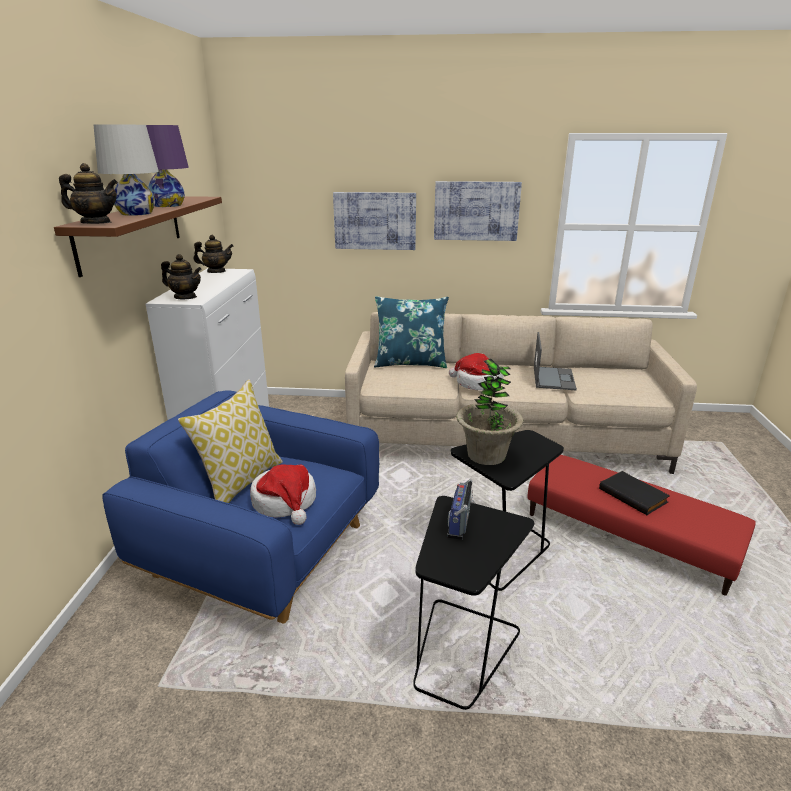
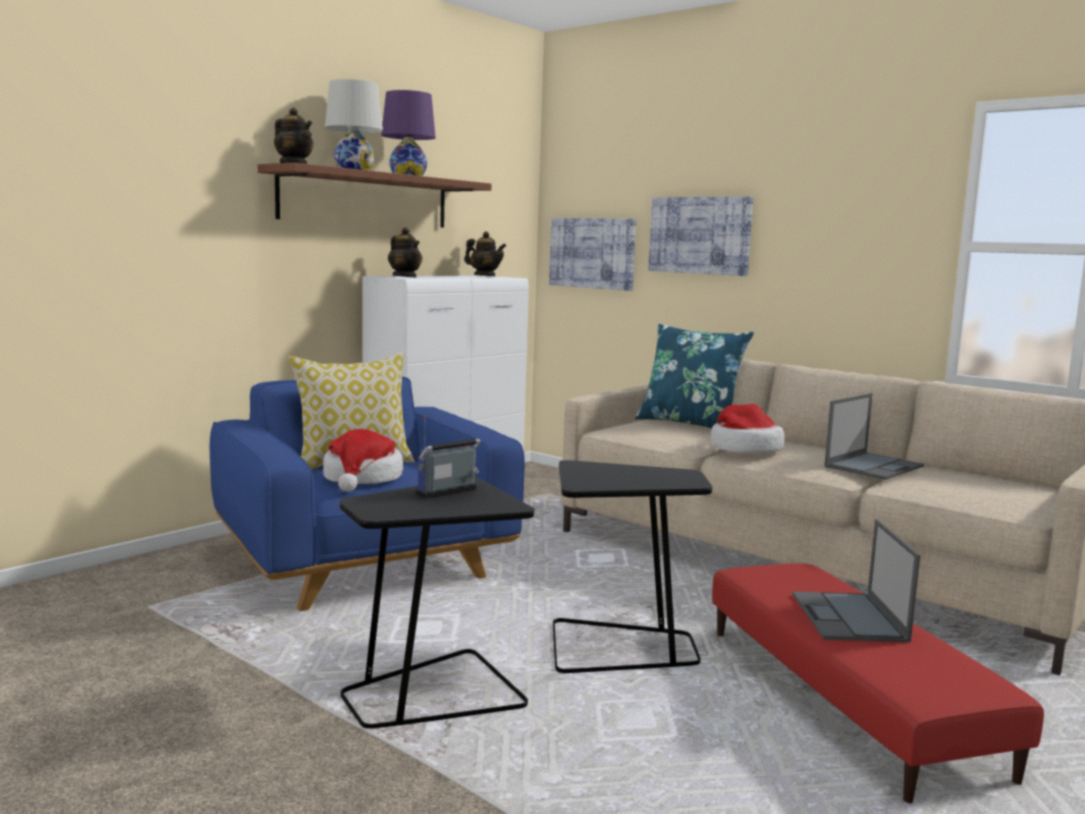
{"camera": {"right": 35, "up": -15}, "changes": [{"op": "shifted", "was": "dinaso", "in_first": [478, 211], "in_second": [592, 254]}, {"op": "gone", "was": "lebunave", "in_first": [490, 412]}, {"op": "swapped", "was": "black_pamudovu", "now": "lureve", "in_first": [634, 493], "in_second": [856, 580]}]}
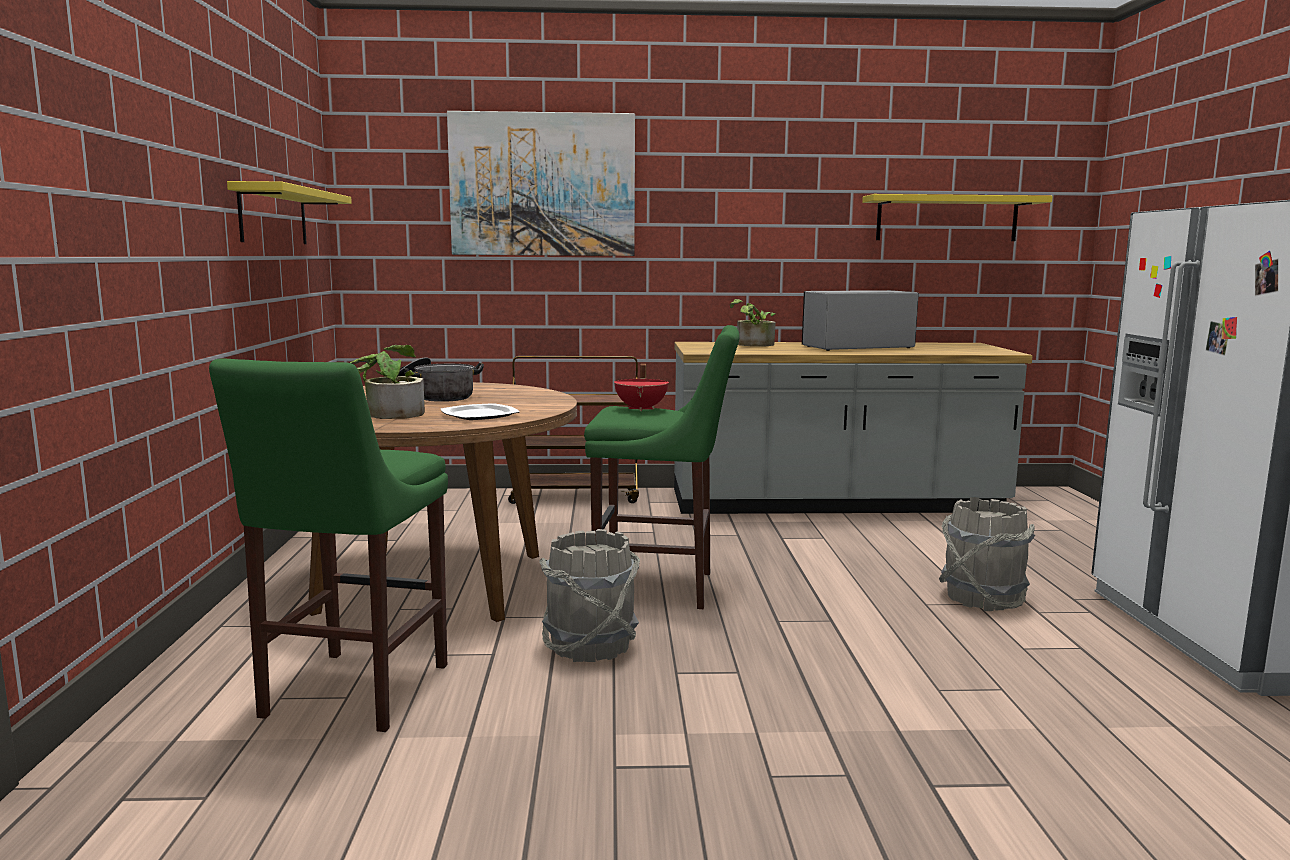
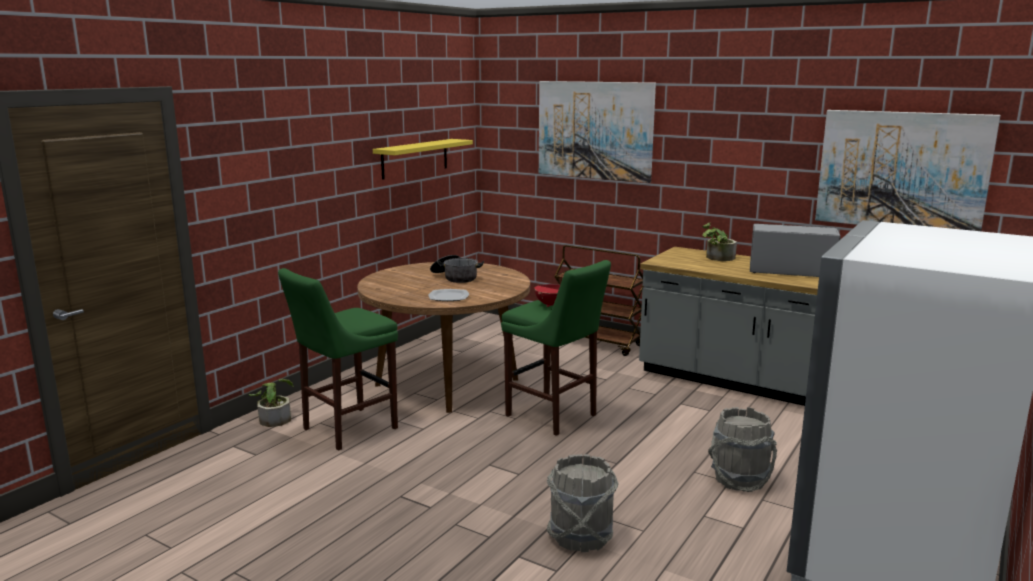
{"camera": {"right": 35, "up": 5}, "changes": [{"op": "swapped", "was": "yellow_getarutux", "now": "dinaso", "in_first": [957, 217], "in_second": [908, 170]}, {"op": "shifted", "was": "lebunave", "in_first": [387, 382], "in_second": [271, 403]}, {"op": "shifted", "was": "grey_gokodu", "in_first": [589, 595], "in_second": [583, 503]}]}
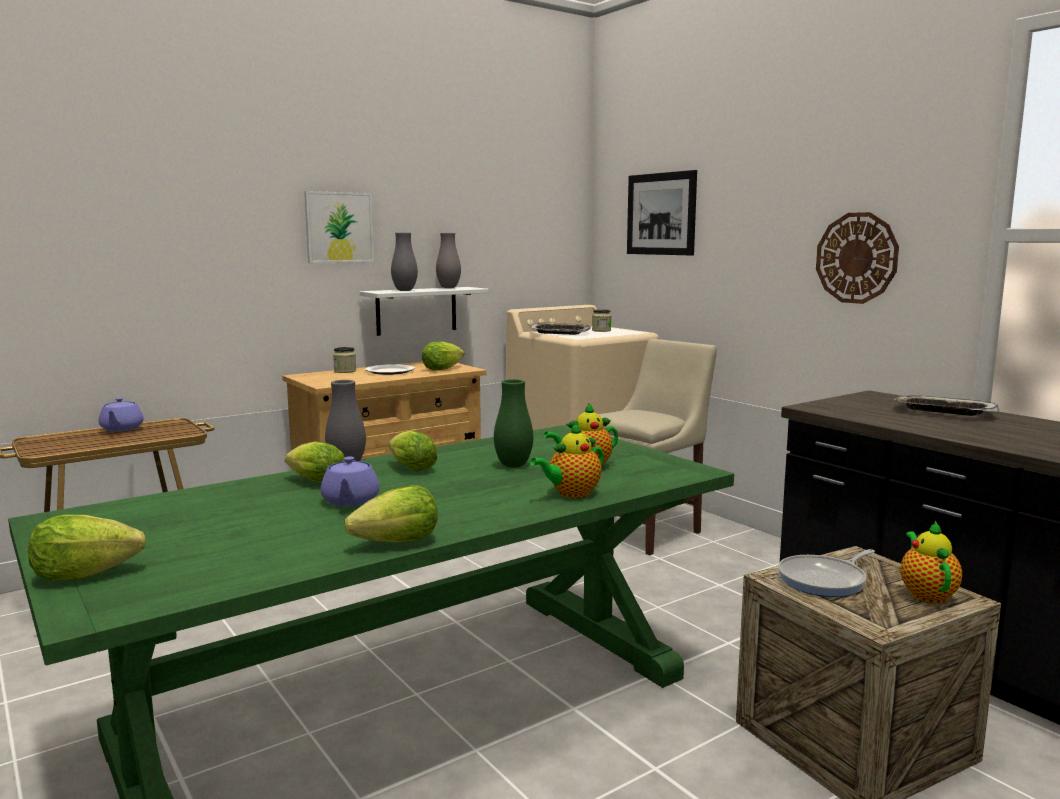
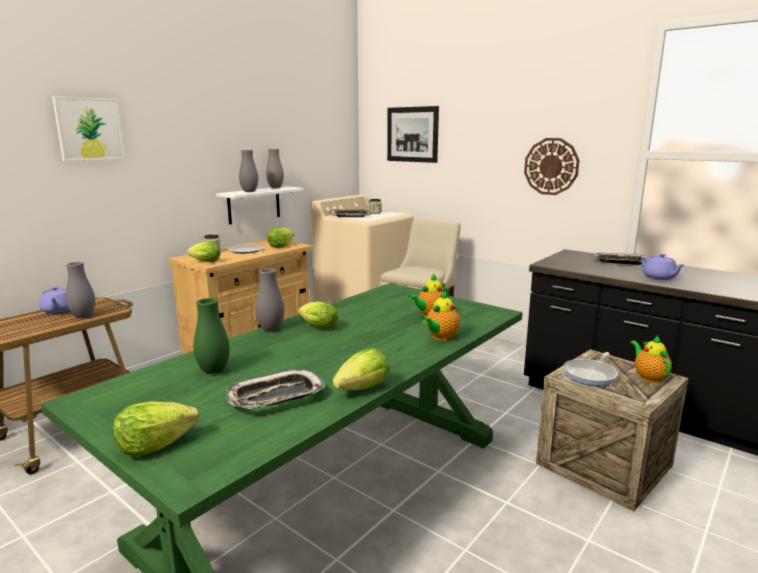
{"camera": {"right": -15, "up": 5}, "changes": [{"op": "shifted", "was": "dinaso", "in_first": [339, 227], "in_second": [88, 128]}, {"op": "shifted", "was": "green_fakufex", "in_first": [513, 423], "in_second": [211, 336]}, {"op": "shifted", "was": "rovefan", "in_first": [315, 462], "in_second": [204, 252]}, {"op": "shifted", "was": "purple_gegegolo", "in_first": [350, 481], "in_second": [663, 267]}, {"op": "new", "now": "grey_fakufex", "in_second": [80, 290]}, {"op": "new", "now": "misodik", "in_second": [276, 389]}]}
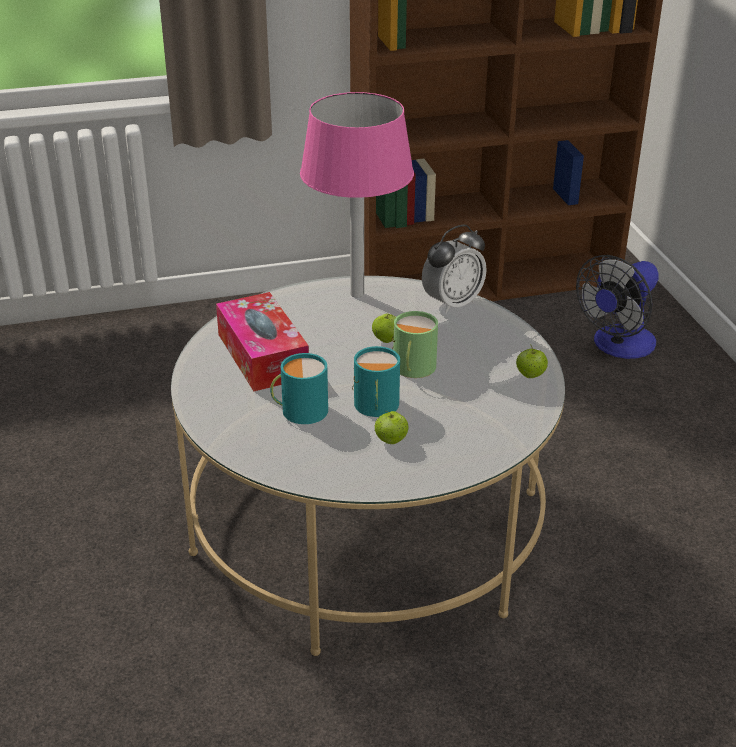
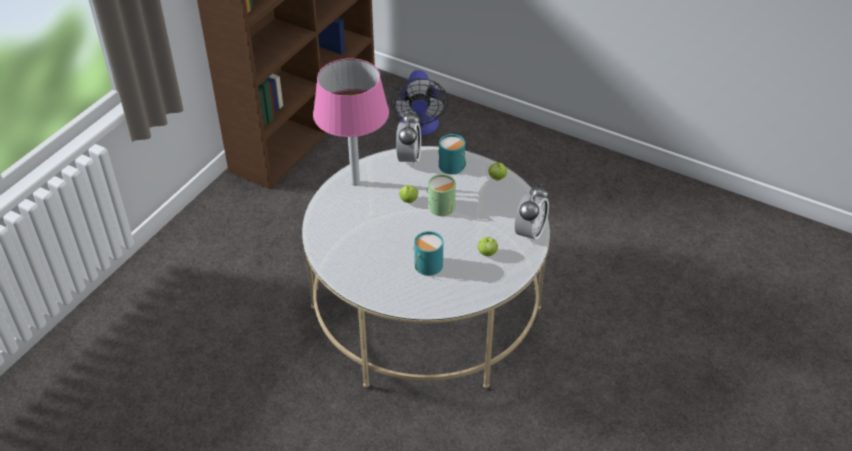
{"camera": {"right": -45, "up": 10}, "changes": [{"op": "gone", "was": "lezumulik", "in_first": [262, 341]}, {"op": "shifted", "was": "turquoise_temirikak", "in_first": [376, 381], "in_second": [452, 154]}, {"op": "new", "now": "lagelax", "in_second": [532, 214]}]}
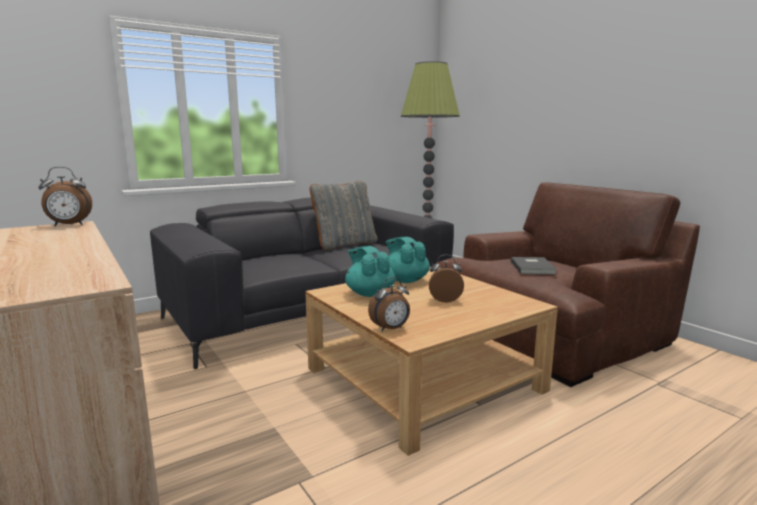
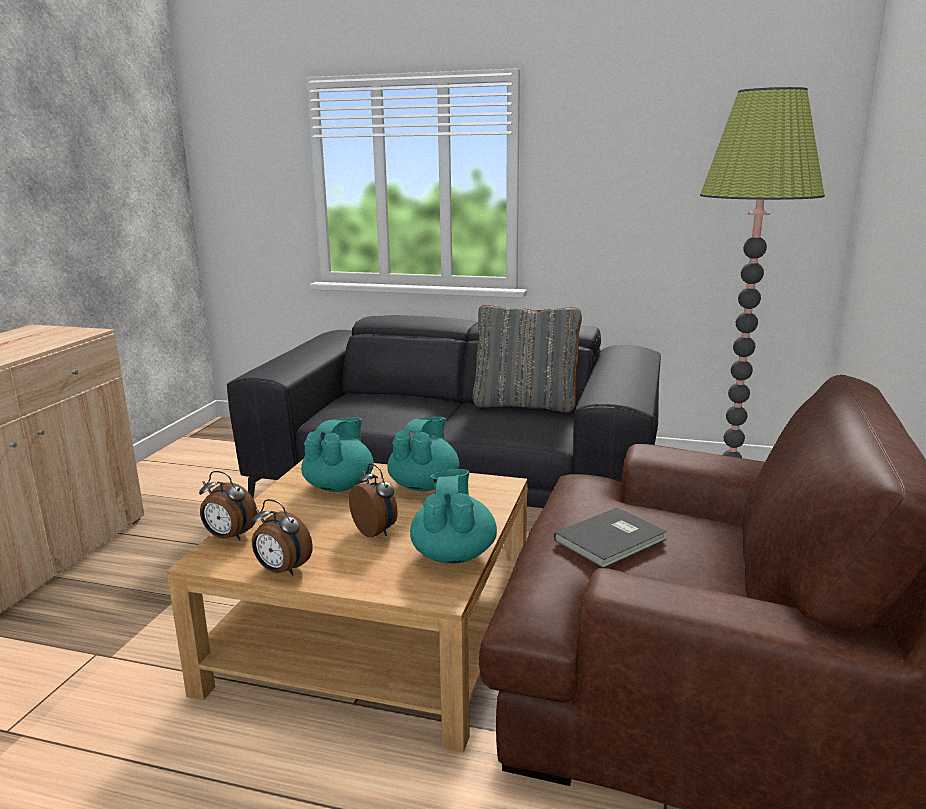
{"camera": {"right": 50, "up": 5}, "changes": [{"op": "shifted", "was": "lagelax", "in_first": [65, 196], "in_second": [282, 537]}, {"op": "new", "now": "turquoise_gegegolo", "in_second": [453, 516]}]}
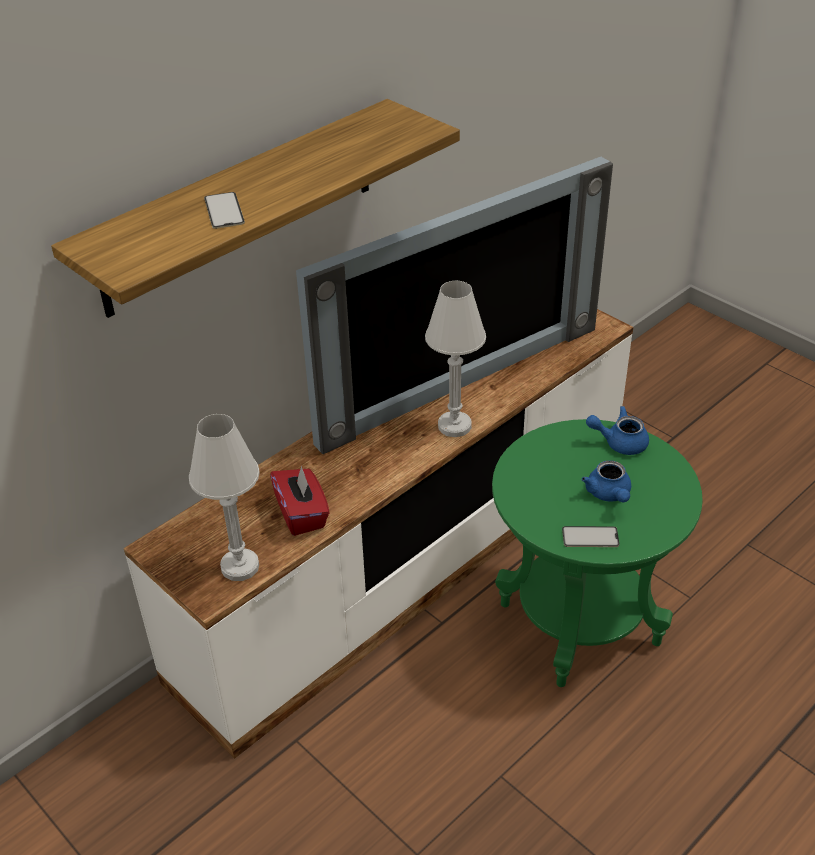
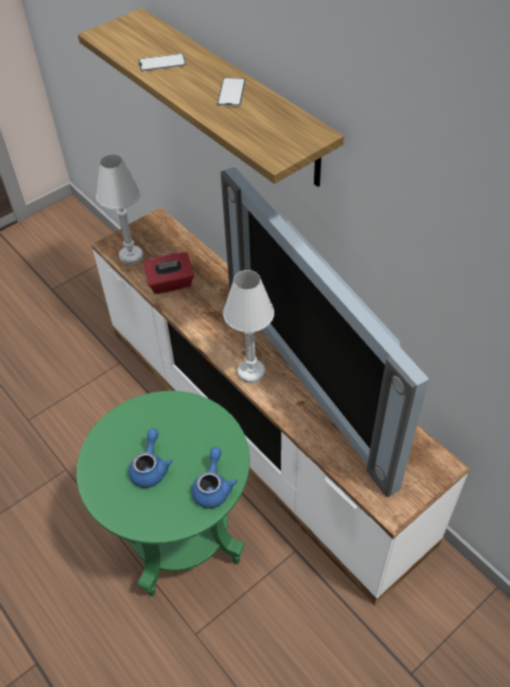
{"camera": {"right": 95, "up": 10}, "changes": [{"op": "rotated", "was": "blue_gegegolo", "in_first": [606, 481], "in_second": [150, 458], "clockwise": 105}, {"op": "shifted", "was": "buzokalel", "in_first": [590, 536], "in_second": [231, 92]}]}
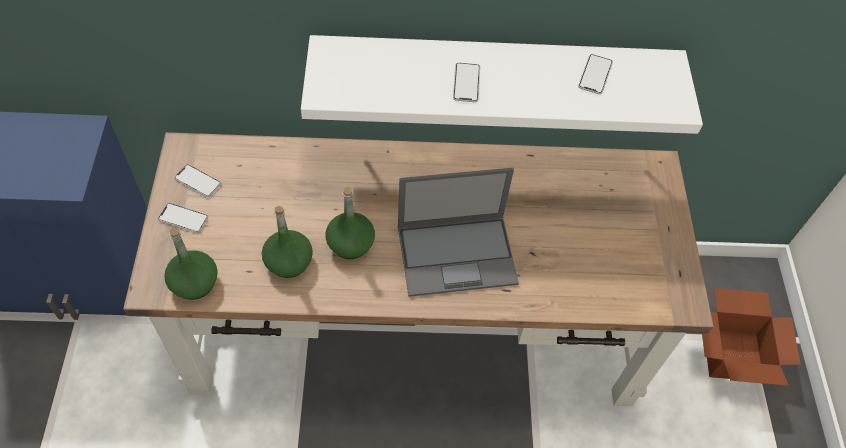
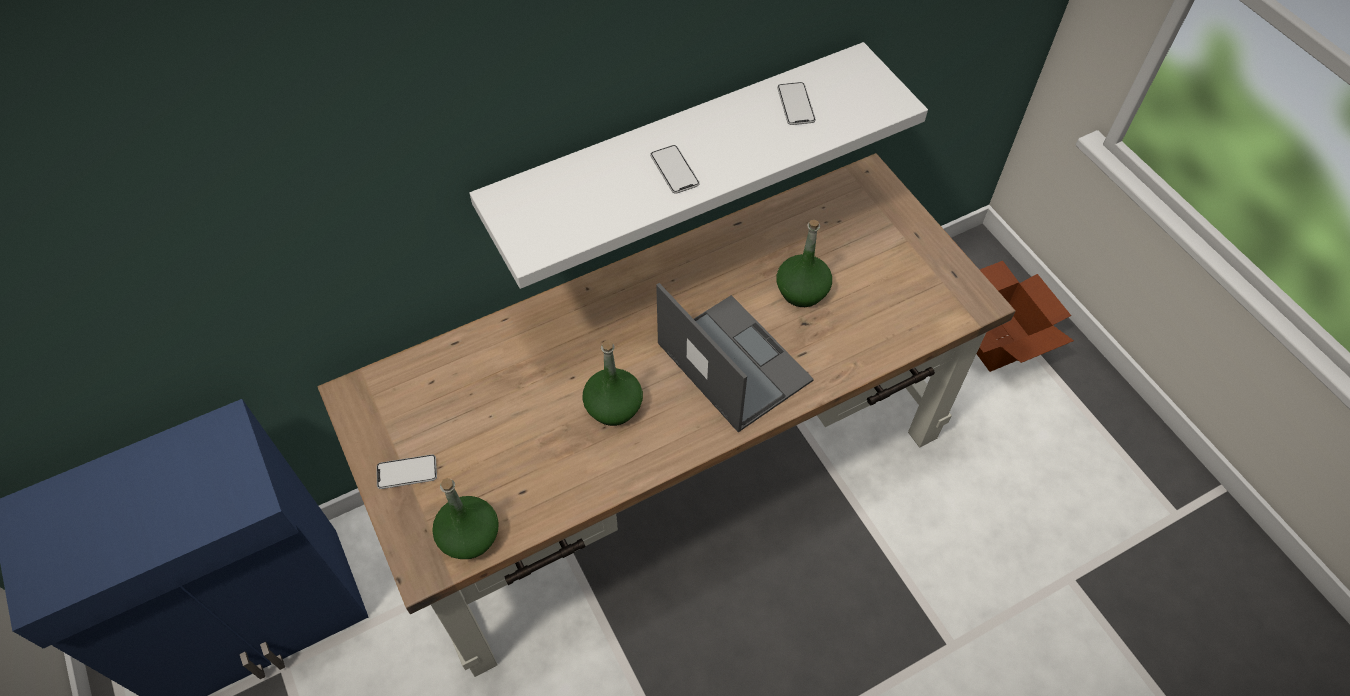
{"camera": {"right": -25, "up": 0}, "changes": [{"op": "gone", "was": "buzokalel", "in_first": [197, 180]}, {"op": "rotated", "was": "lureve", "in_first": [458, 232], "in_second": [735, 357], "clockwise": -90}, {"op": "shifted", "was": "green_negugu", "in_first": [287, 242], "in_second": [804, 263]}]}
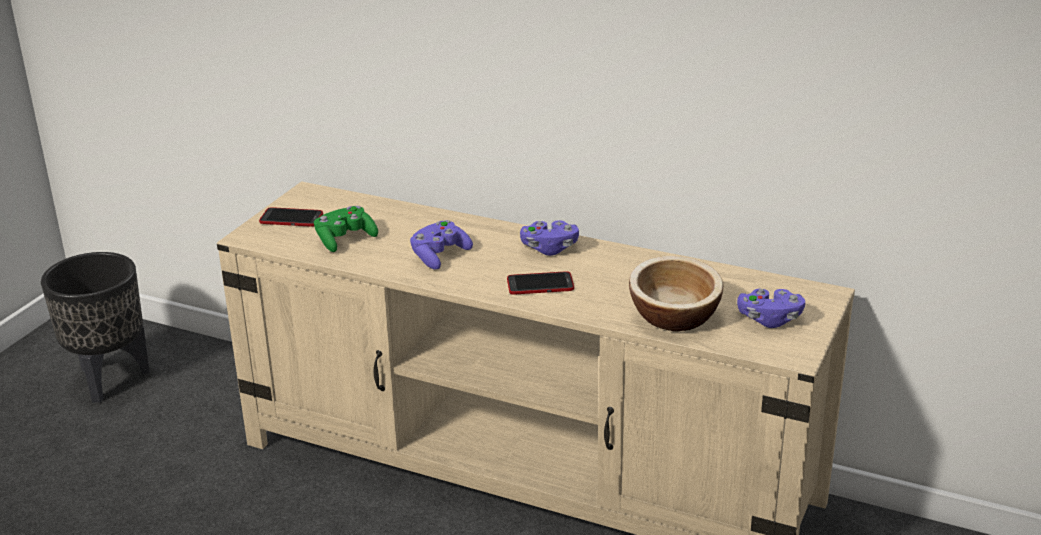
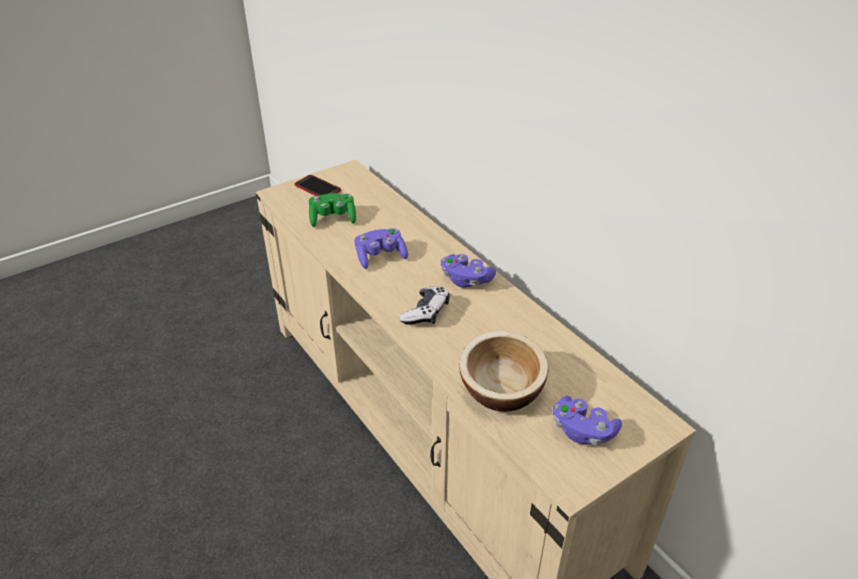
{"camera": {"right": 30, "up": 10}, "changes": [{"op": "gone", "was": "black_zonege", "in_first": [95, 327]}, {"op": "swapped", "was": "buzokalel", "now": "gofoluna", "in_first": [540, 282], "in_second": [425, 306]}]}
